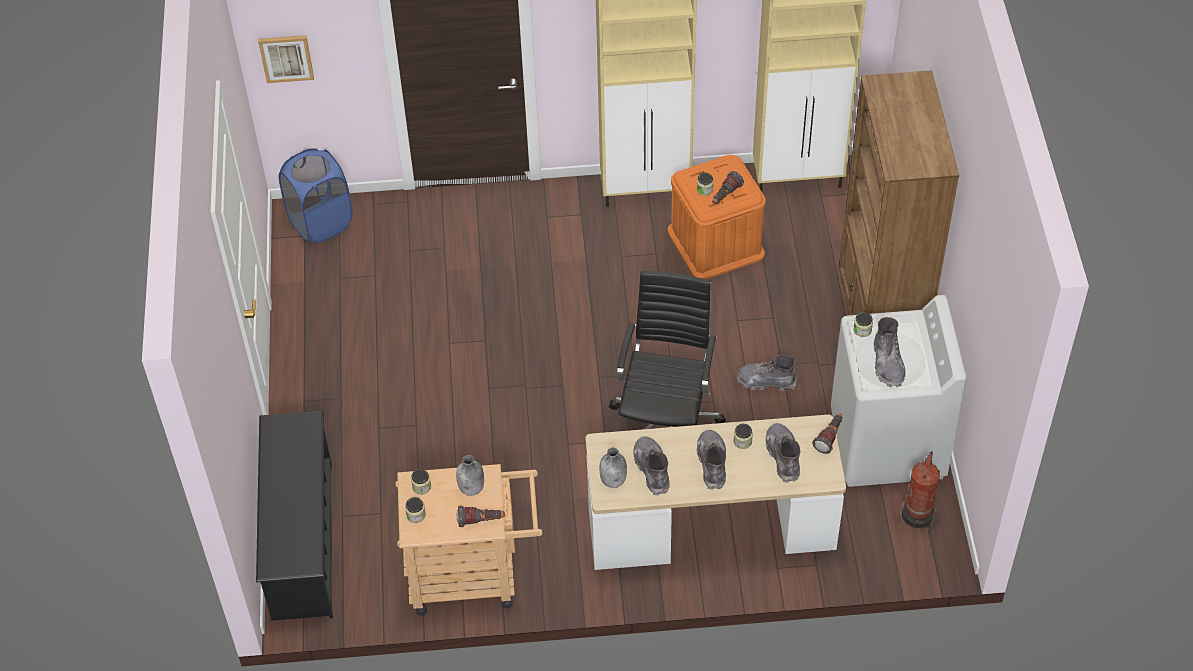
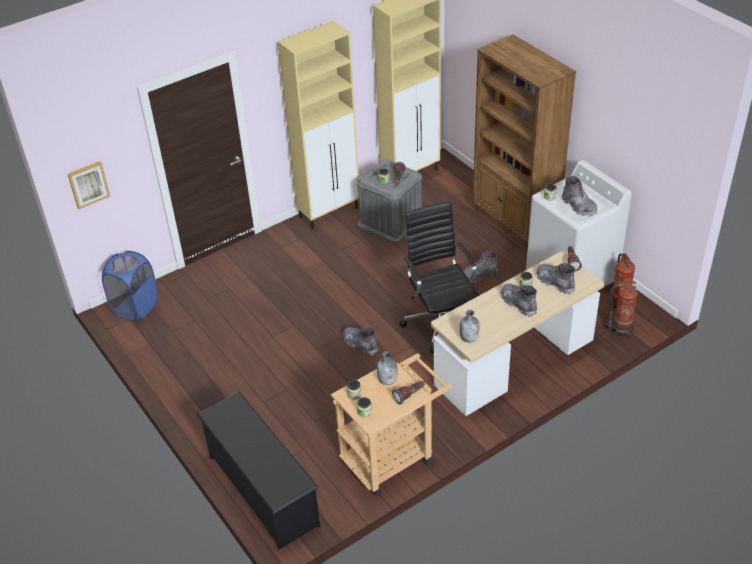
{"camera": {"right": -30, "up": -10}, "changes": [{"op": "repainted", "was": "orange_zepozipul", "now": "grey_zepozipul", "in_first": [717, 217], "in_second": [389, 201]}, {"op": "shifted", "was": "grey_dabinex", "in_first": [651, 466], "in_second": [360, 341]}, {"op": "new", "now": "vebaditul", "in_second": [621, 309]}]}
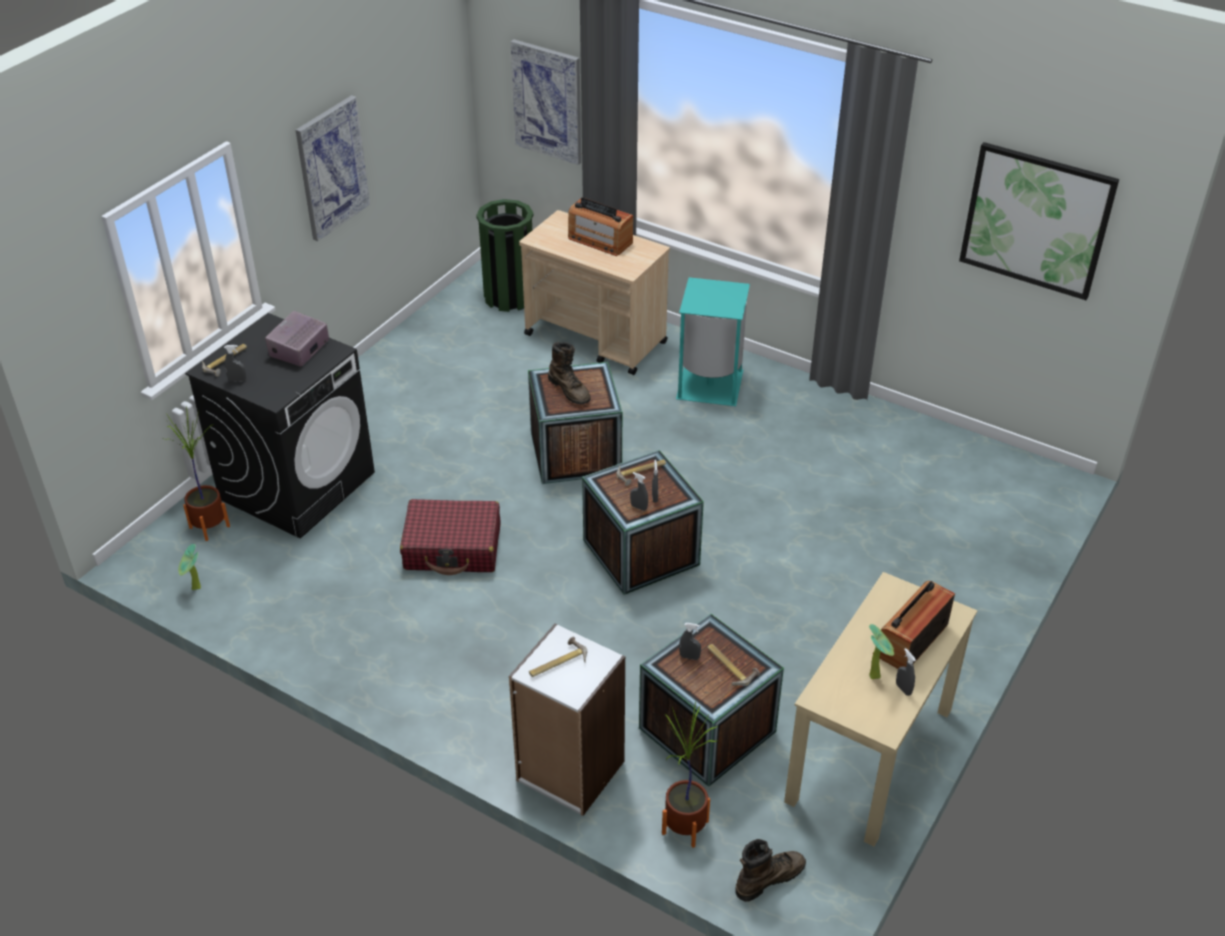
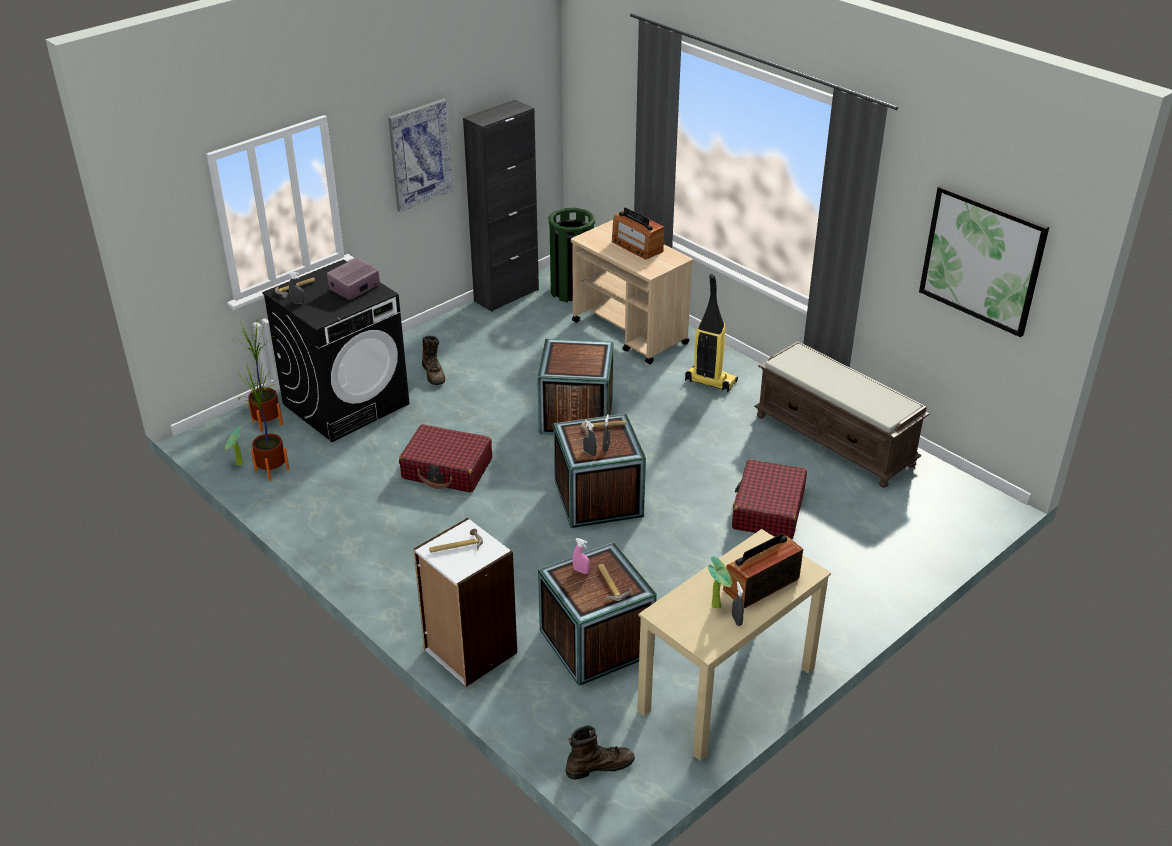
{"camera": {"right": 15, "up": -5}, "changes": [{"op": "gone", "was": "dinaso", "in_first": [545, 102]}, {"op": "swapped", "was": "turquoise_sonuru", "now": "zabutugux", "in_first": [713, 341], "in_second": [711, 333]}, {"op": "shifted", "was": "brown_dabinex", "in_first": [569, 373], "in_second": [433, 360]}, {"op": "repainted", "was": "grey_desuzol", "now": "pink_desuzol", "in_first": [690, 641], "in_second": [581, 556]}, {"op": "shifted", "was": "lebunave", "in_first": [689, 774], "in_second": [263, 422]}, {"op": "new", "now": "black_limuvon", "in_second": [501, 206]}, {"op": "new", "now": "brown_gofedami", "in_second": [841, 414]}, {"op": "new", "now": "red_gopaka", "in_second": [769, 499]}]}
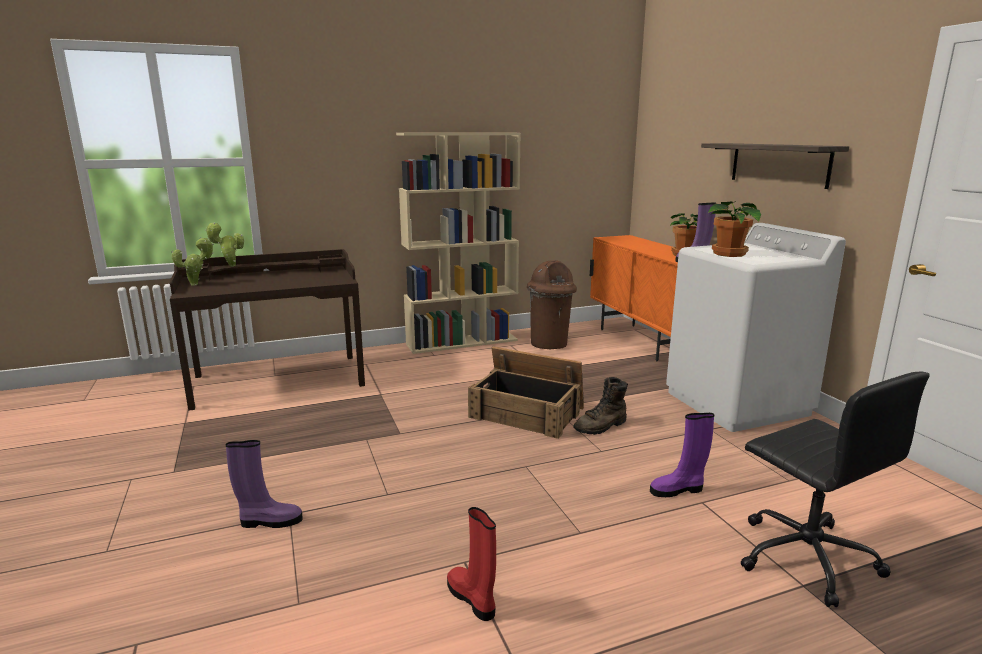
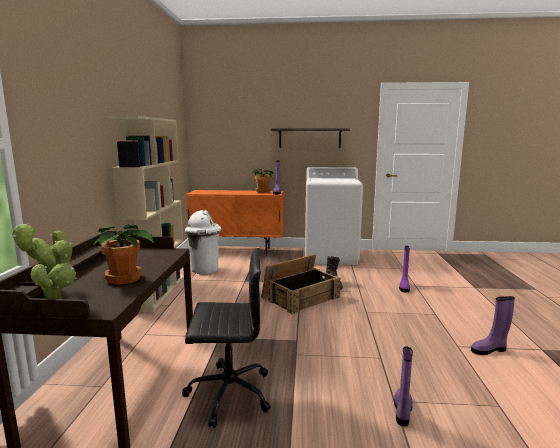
{"camera": {"right": -65, "up": -5}, "changes": [{"op": "shifted", "was": "lebunave", "in_first": [734, 229], "in_second": [124, 254]}, {"op": "repainted", "was": "brown_sonuru", "now": "white_sonuru", "in_first": [552, 304], "in_second": [203, 242]}, {"op": "shifted", "was": "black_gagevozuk", "in_first": [835, 489], "in_second": [226, 338]}, {"op": "repainted", "was": "red_dabinex", "now": "purple_dabinex", "in_first": [471, 564], "in_second": [493, 325]}]}
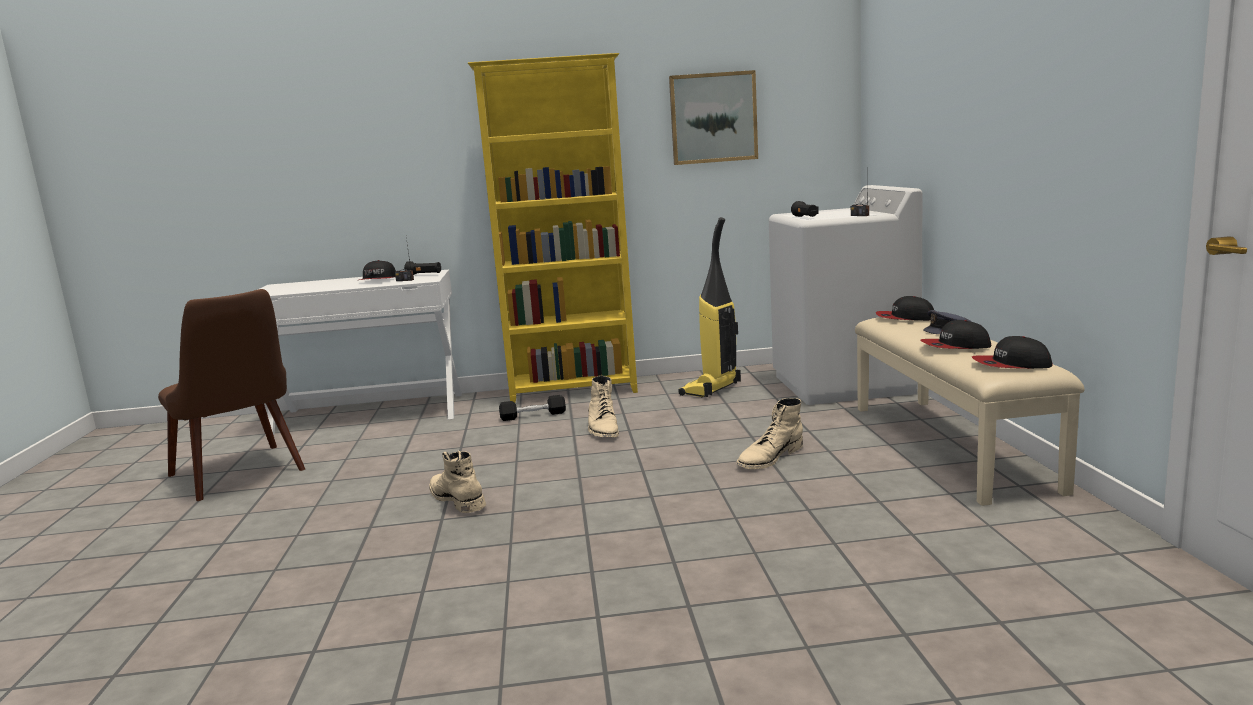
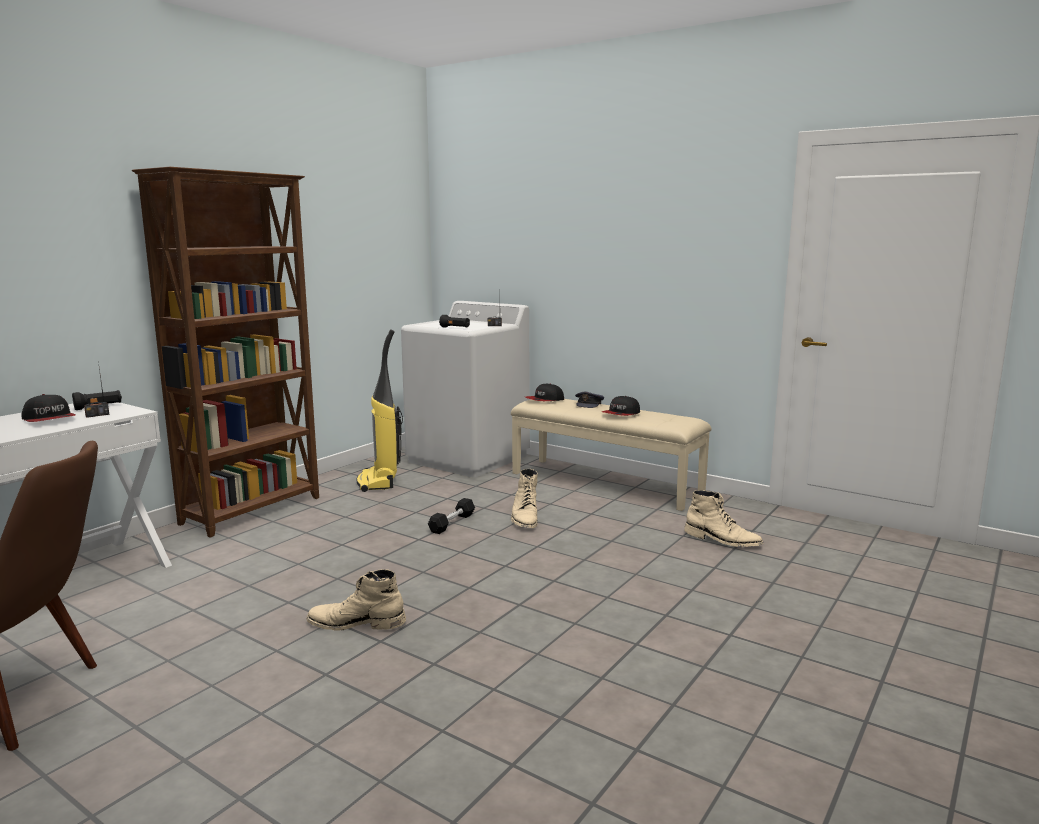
{"camera": {"right": -50, "up": 0}, "changes": [{"op": "repainted", "was": "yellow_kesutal", "now": "brown_kesutal", "in_first": [553, 228], "in_second": [225, 352]}, {"op": "gone", "was": "dinaso", "in_first": [713, 117]}, {"op": "gone", "was": "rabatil", "in_first": [1012, 352]}, {"op": "shifted", "was": "beige_dabinex", "in_first": [603, 406], "in_second": [723, 518]}, {"op": "shifted", "was": "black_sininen", "in_first": [532, 408], "in_second": [451, 516]}]}
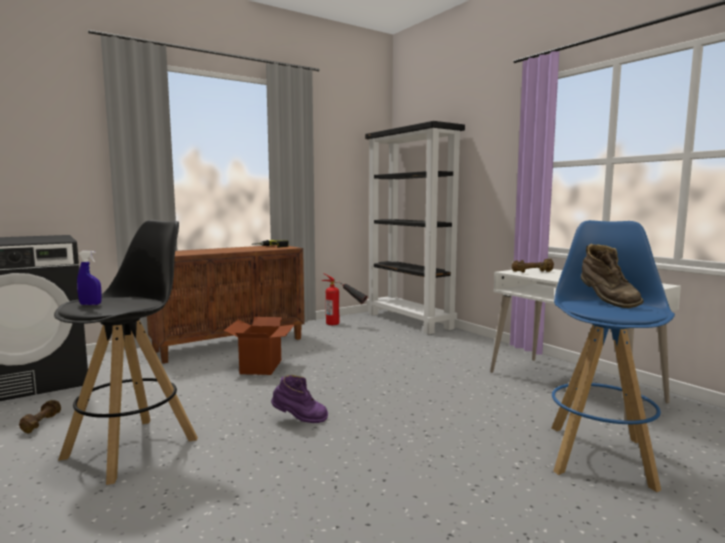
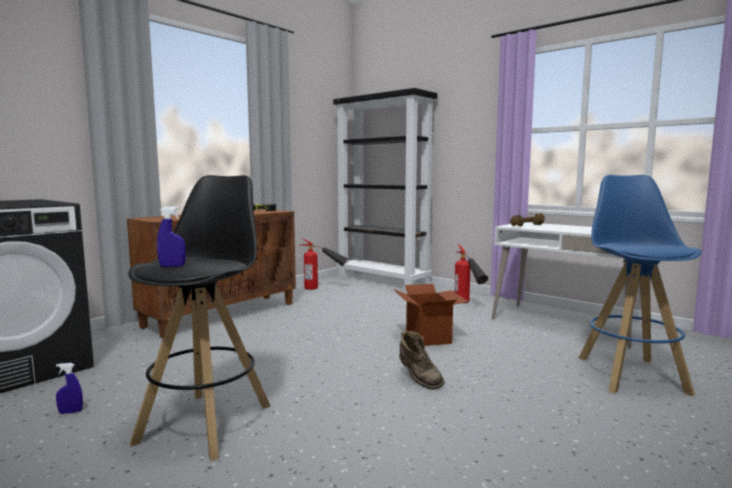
{"camera": {"right": -15, "up": 0}, "changes": [{"op": "shifted", "was": "brown_dabinex", "in_first": [612, 276], "in_second": [422, 360]}, {"op": "shifted", "was": "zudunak", "in_first": [259, 346], "in_second": [431, 315]}, {"op": "gone", "was": "purple_dabinex", "in_first": [299, 399]}, {"op": "swapped", "was": "brown_sininen", "now": "blue_desuzol", "in_first": [40, 416], "in_second": [69, 388]}, {"op": "new", "now": "vebaditul", "in_second": [471, 273]}]}
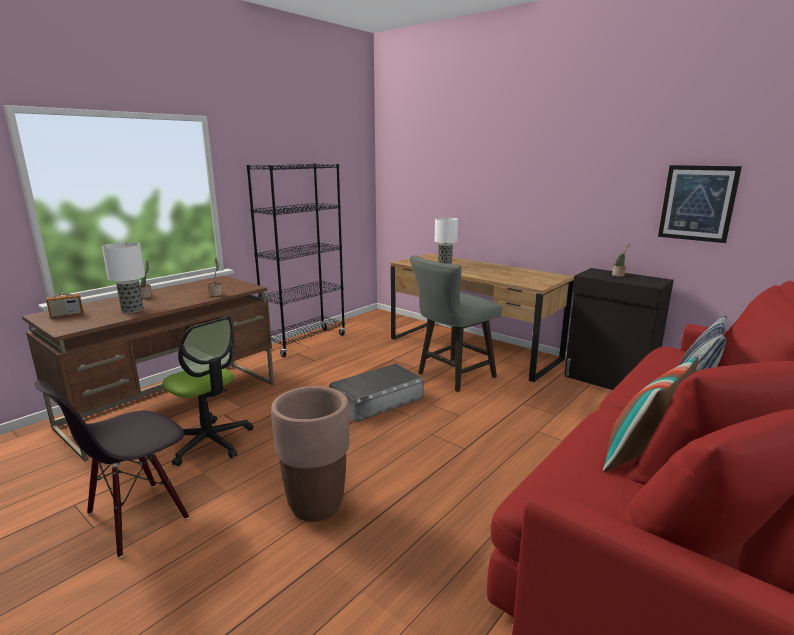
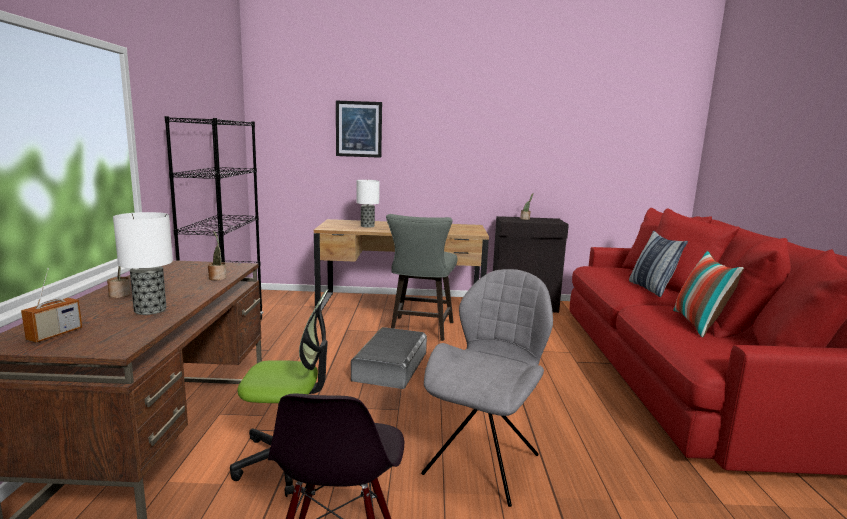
{"camera": {"right": -40, "up": -5}, "changes": [{"op": "shifted", "was": "dinaso", "in_first": [700, 204], "in_second": [359, 129]}, {"op": "swapped", "was": "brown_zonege", "now": "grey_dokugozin", "in_first": [310, 454], "in_second": [487, 388]}]}
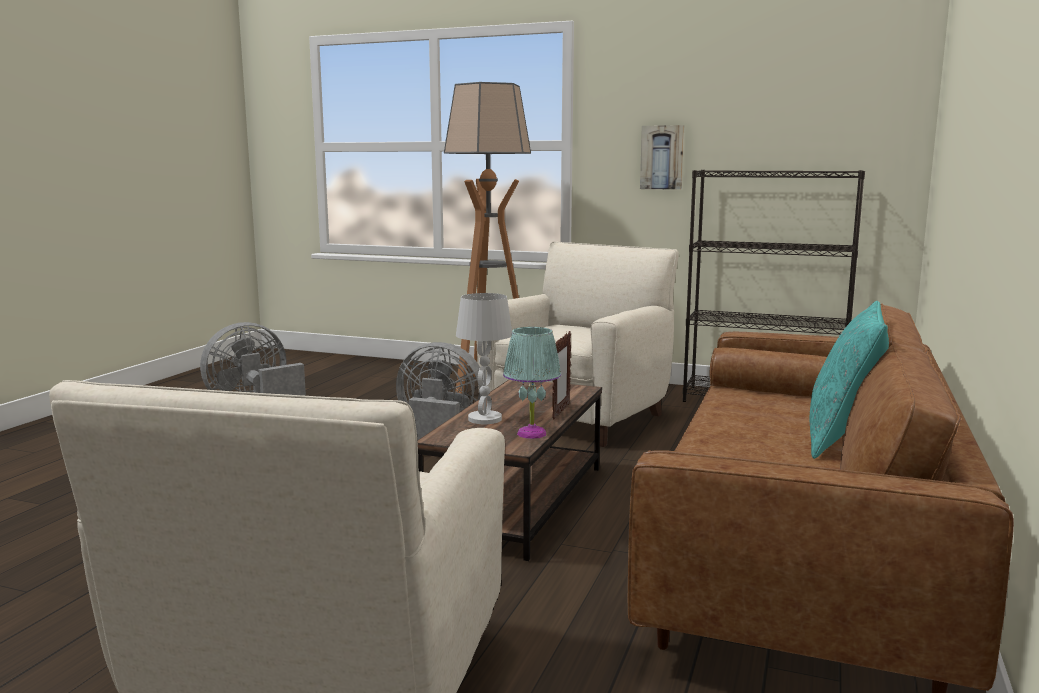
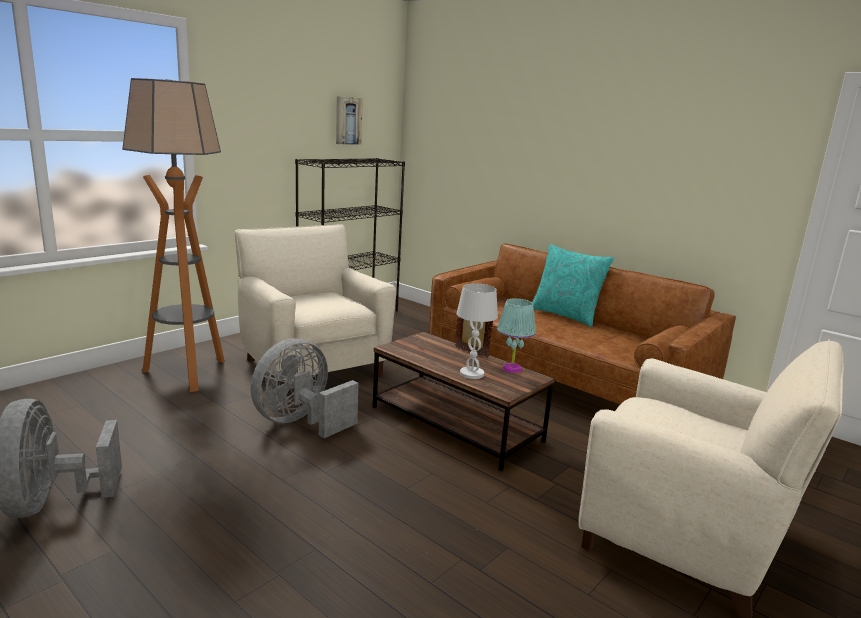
{"camera": {"right": -70, "up": 5}, "changes": [{"op": "shifted", "was": "dinaso", "in_first": [662, 157], "in_second": [349, 120]}]}
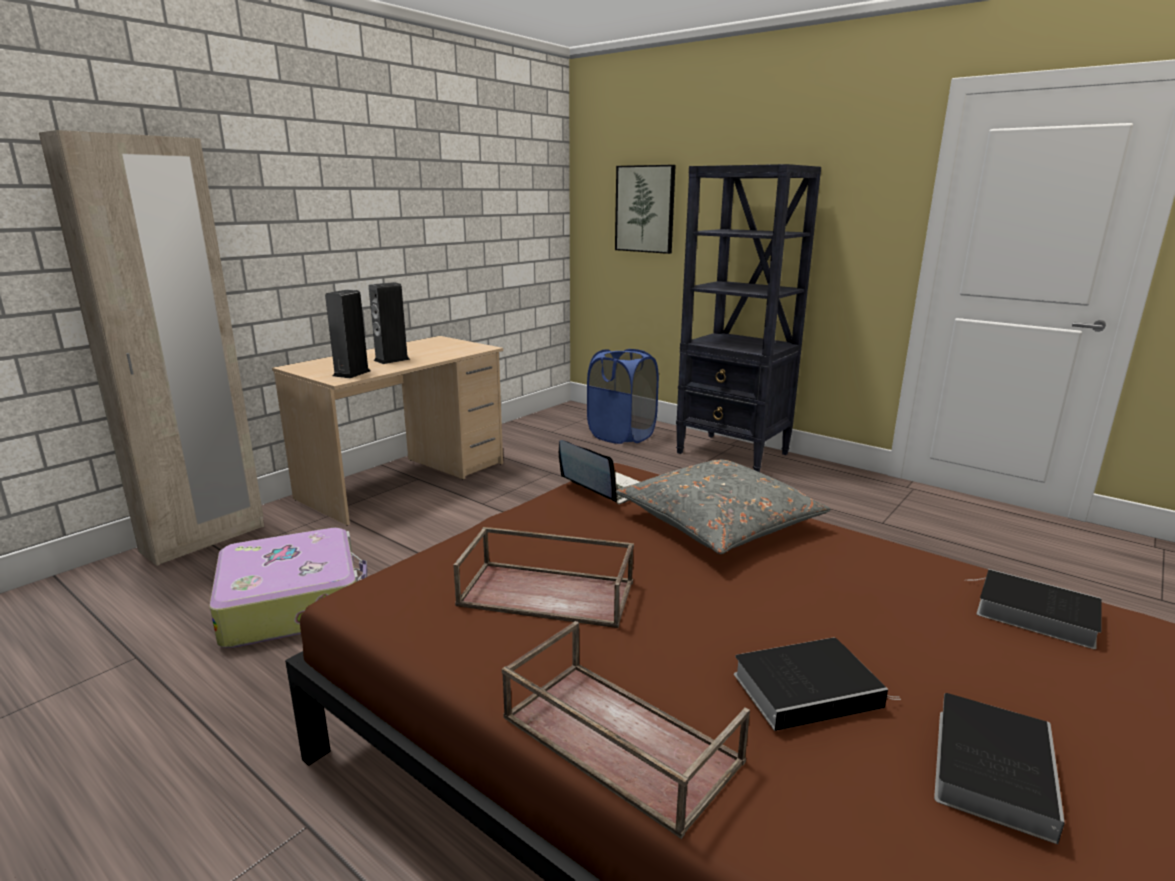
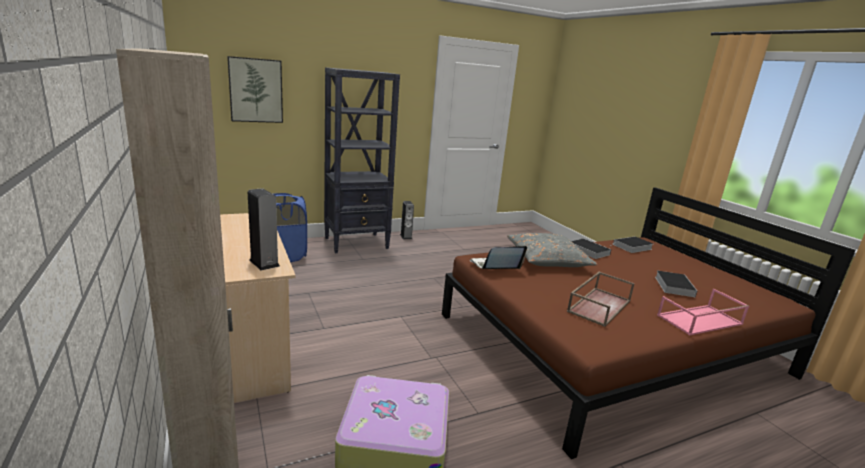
{"camera": {"right": -65, "up": 0}, "changes": [{"op": "shifted", "was": "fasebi", "in_first": [389, 323], "in_second": [407, 220]}, {"op": "repainted", "was": "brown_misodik", "now": "pink_misodik", "in_first": [626, 730], "in_second": [703, 312]}, {"op": "shifted", "was": "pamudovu", "in_first": [999, 768], "in_second": [591, 248]}]}
